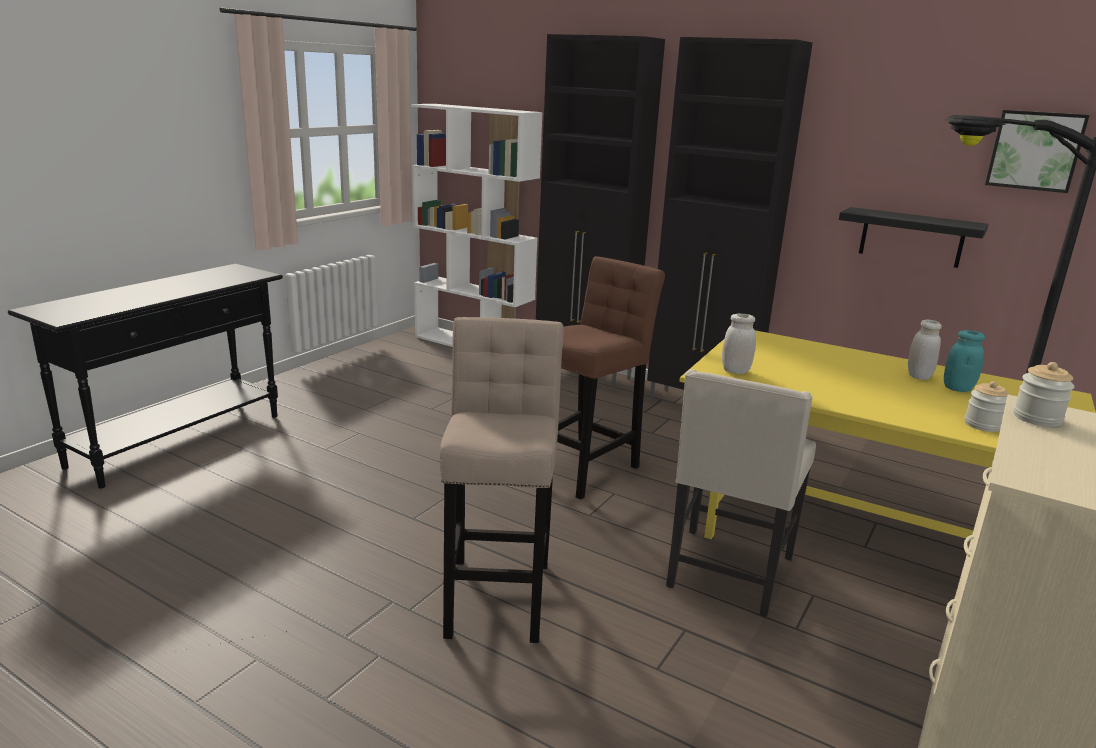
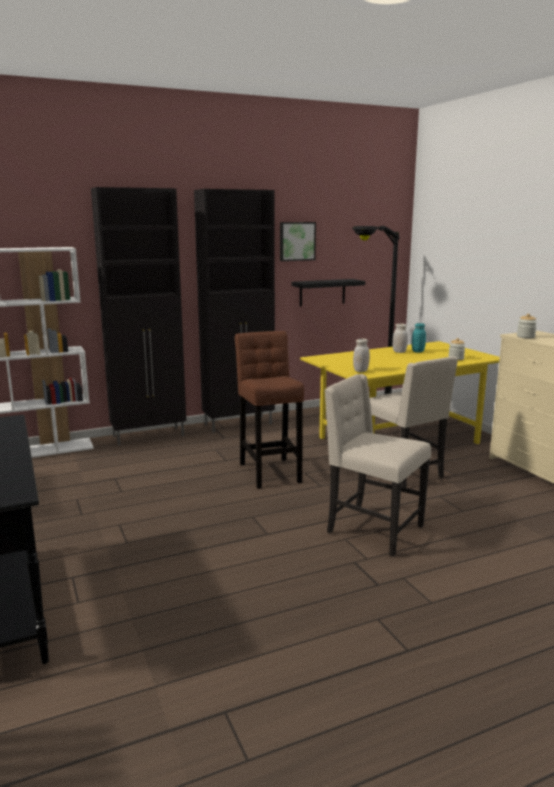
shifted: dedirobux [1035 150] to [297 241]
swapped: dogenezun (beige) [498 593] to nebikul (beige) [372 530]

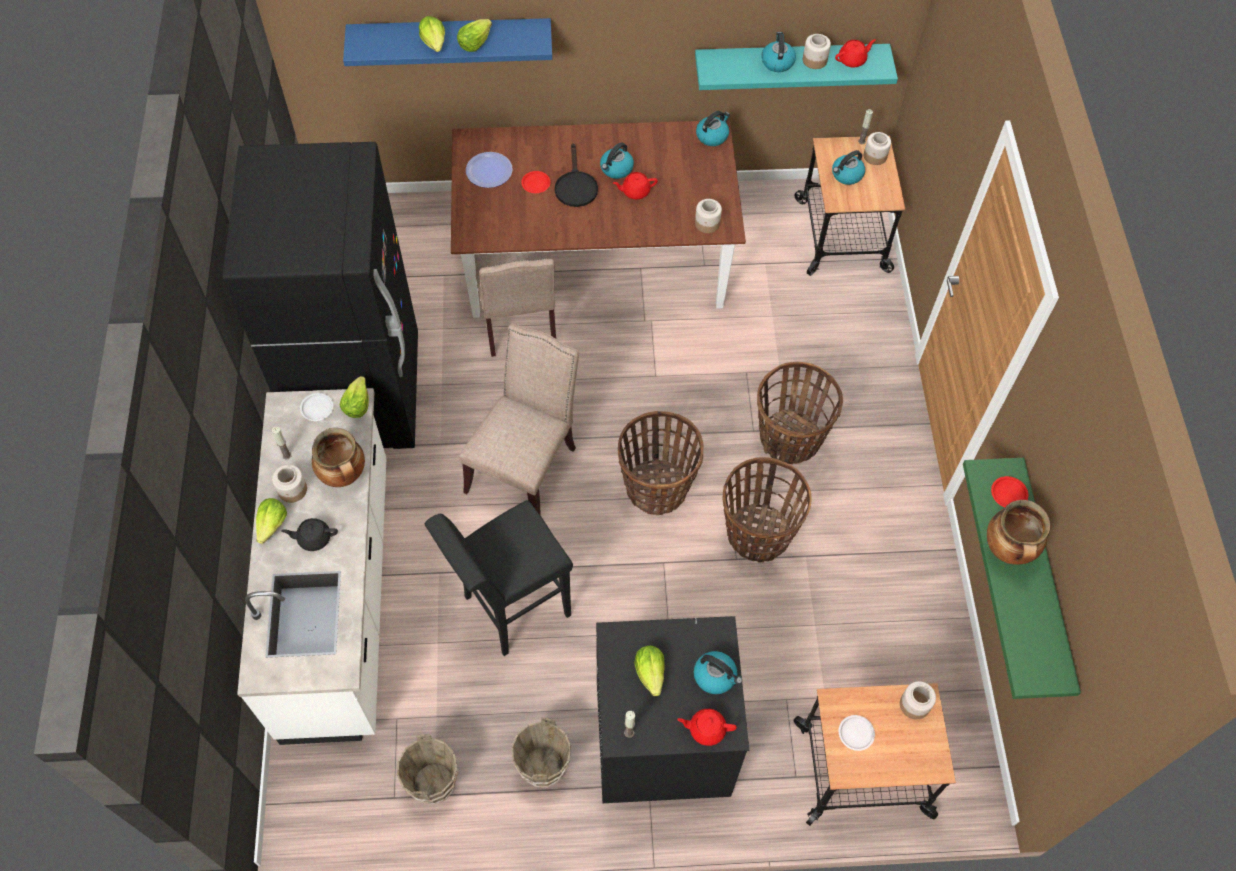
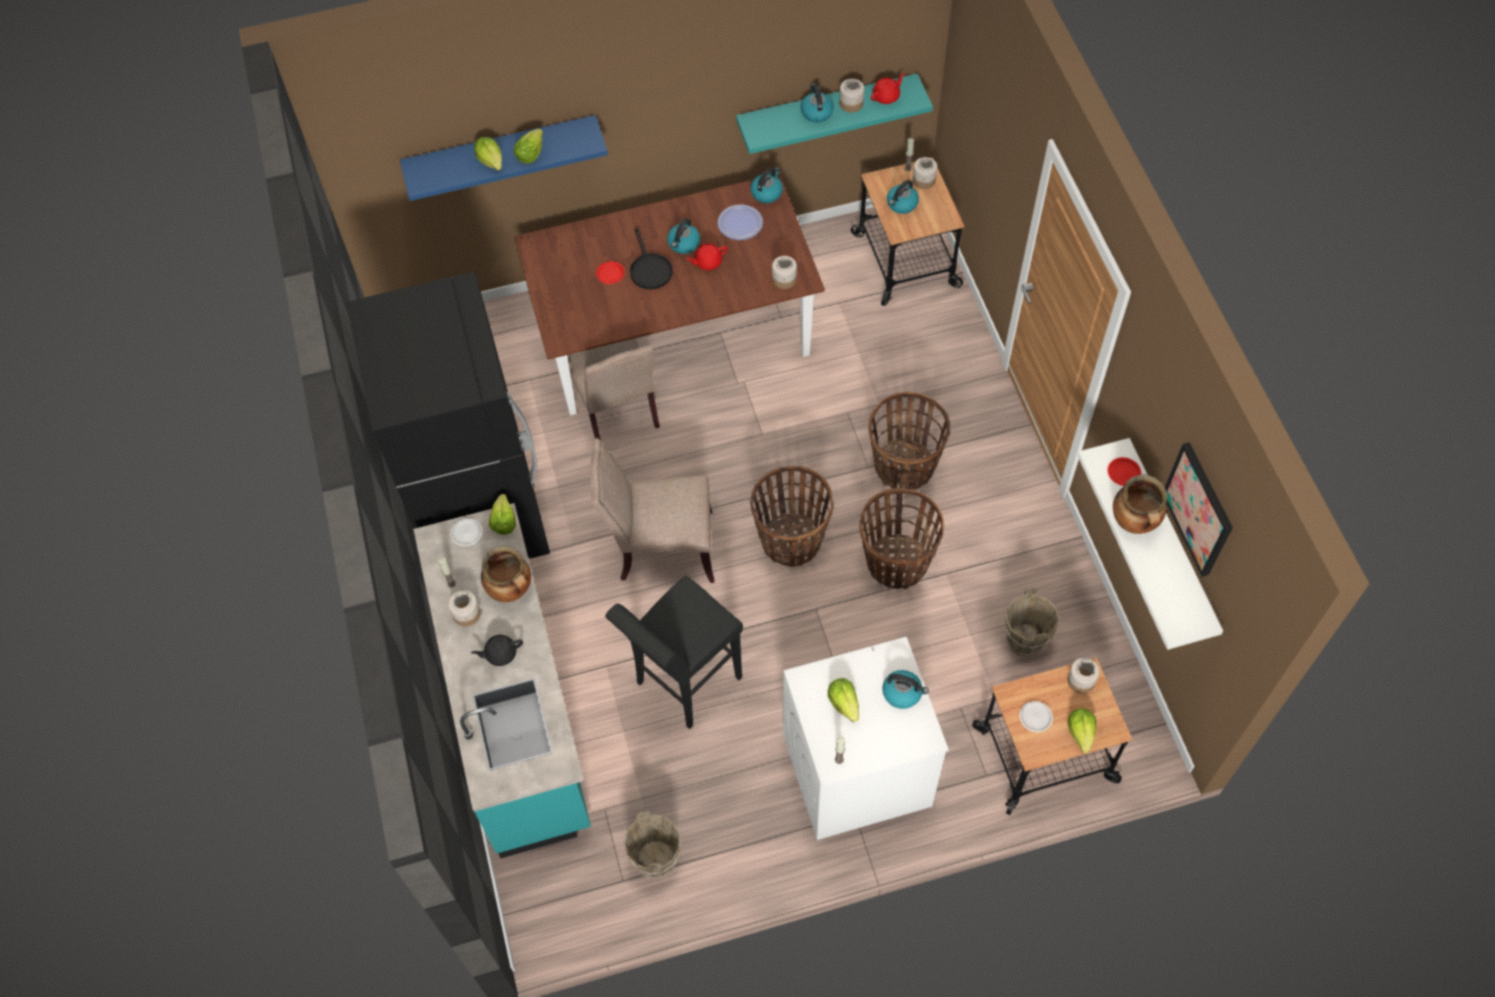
gone: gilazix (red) [706 729]
new: dedirobux [1199 509]
shifted: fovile [272 525] to [1081 733]; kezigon [489 171] to [740 223]; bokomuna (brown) [542 767] to [1024 640]
repainted: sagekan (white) [340 597] to sagekan (turquoise) [518 710]; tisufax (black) [661 740] to tisufax (white) [856 771]; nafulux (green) [1043 579] to nafulux (white) [1170 541]
rotated: nebikul (beige) [525 467] = [661 548] 105 degrees counterclockwise

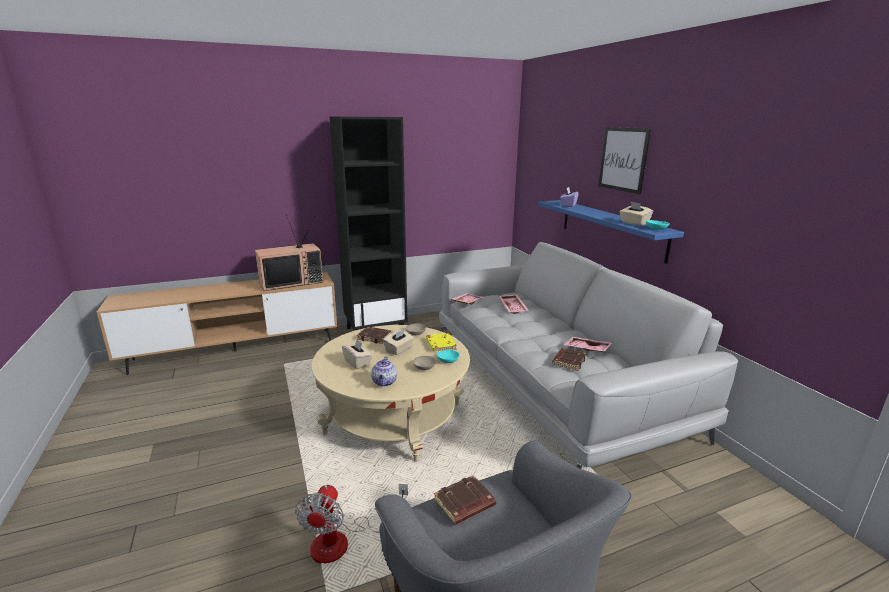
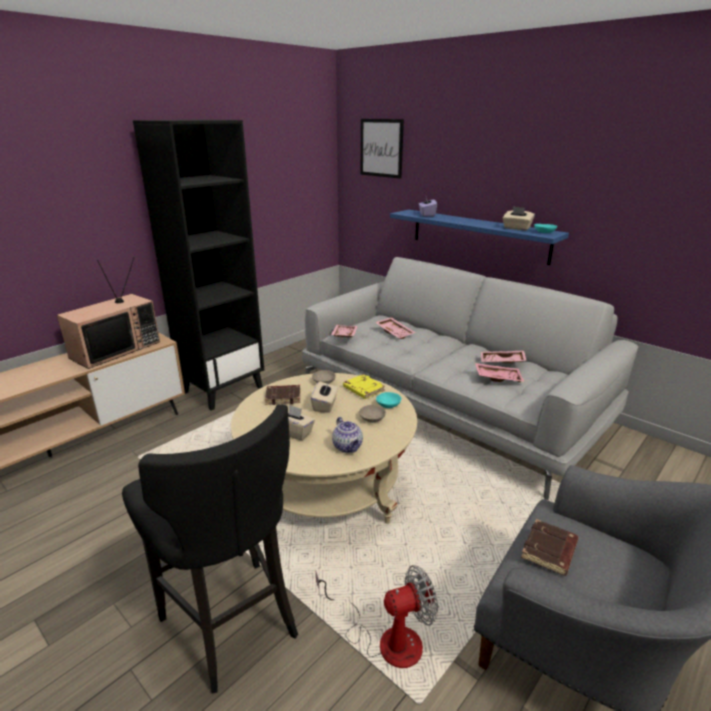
new: dogenezun (black) [230 621]
shifted: dedirobux [623 159] to [381 148]
swapped: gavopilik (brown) [568 361] to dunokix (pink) [498 377]
rotated: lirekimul [343 542] = [386 639] 90 degrees counterclockwise

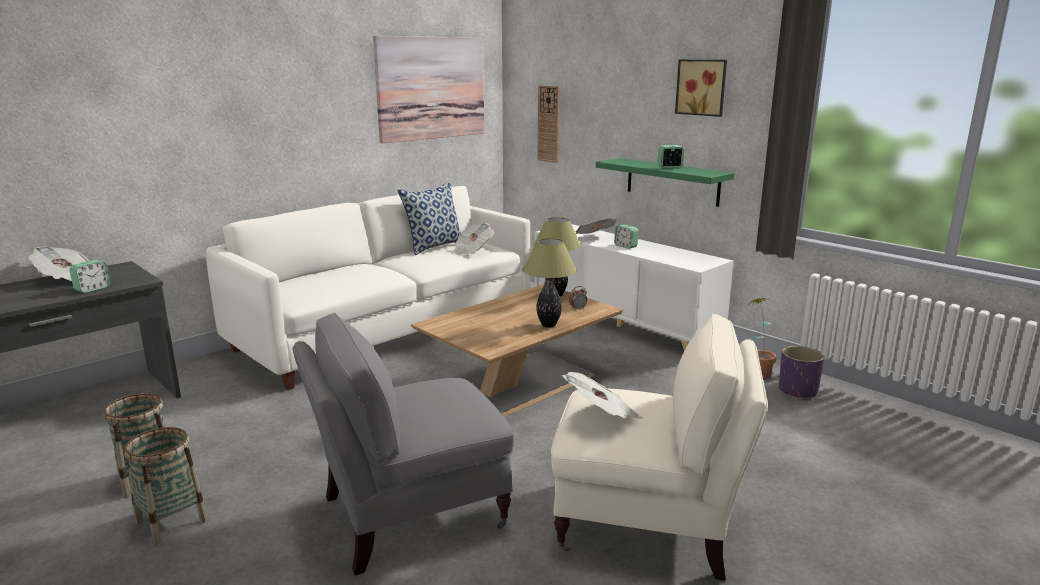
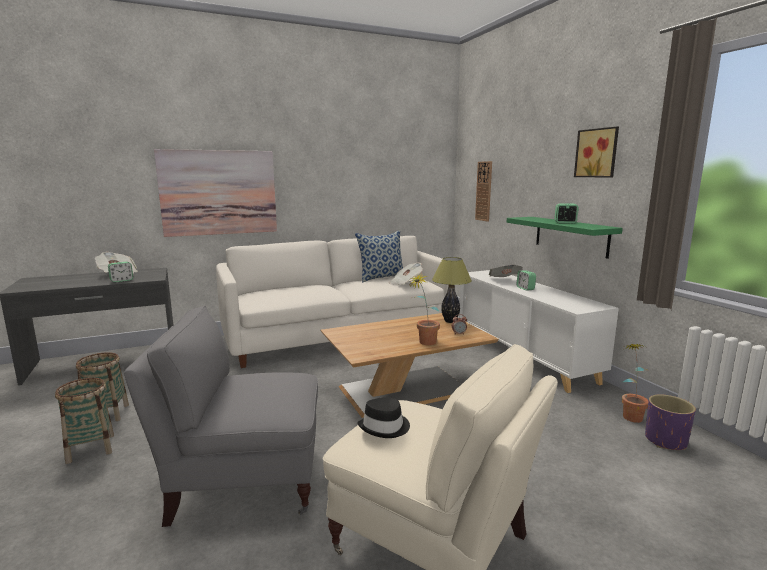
shifted: dedirobux [431 88] to [219 192]
swapped: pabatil [549 325] to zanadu [424 343]; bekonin [601 415] to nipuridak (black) [385 427]

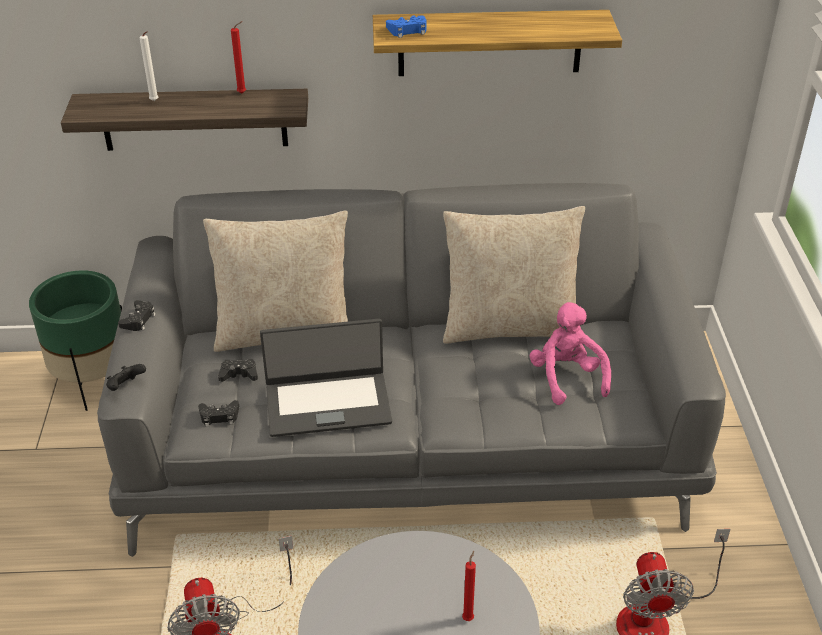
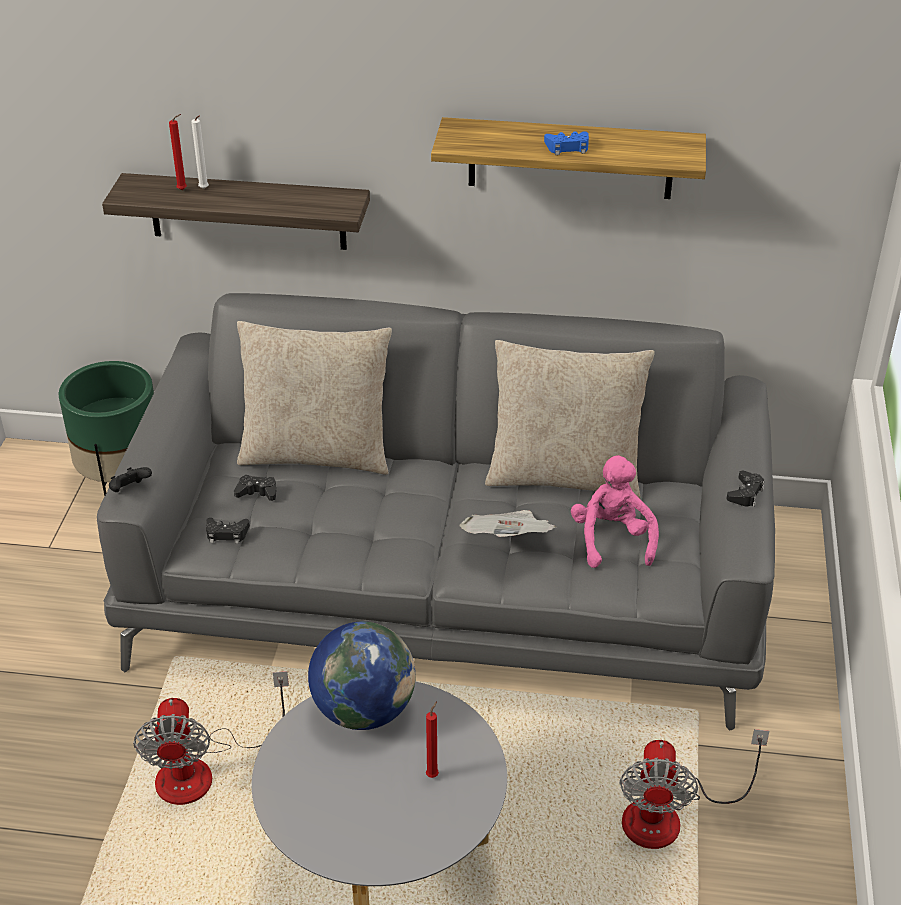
gone: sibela [328 403]
new: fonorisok [363 710]; bekonin [508 542]
shifted: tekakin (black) [138 320] to [745 493]; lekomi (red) [243 93] to [183 190]; tekakin (blue) [408 30] to [567 147]

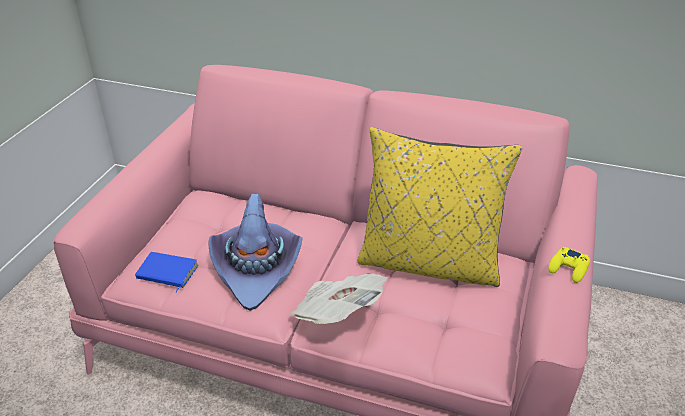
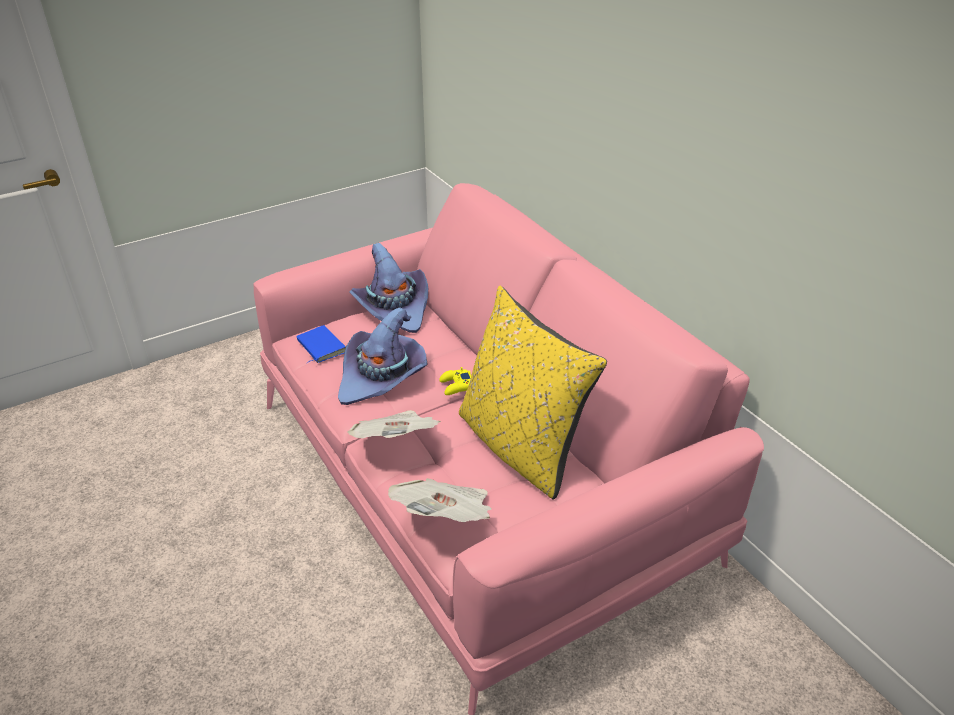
new: nipuridak (purple) [393 307]; bekonin [446 518]
shifted: tekakin (yellow) [568 268] to [456 386]

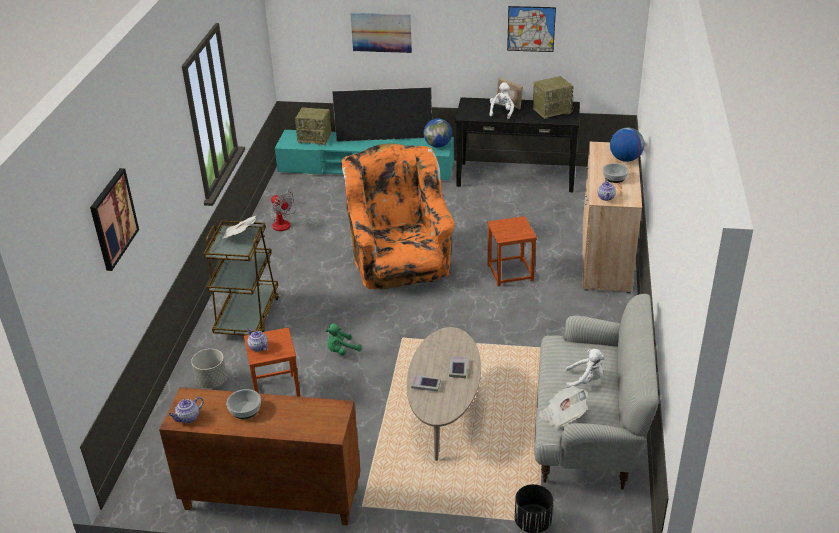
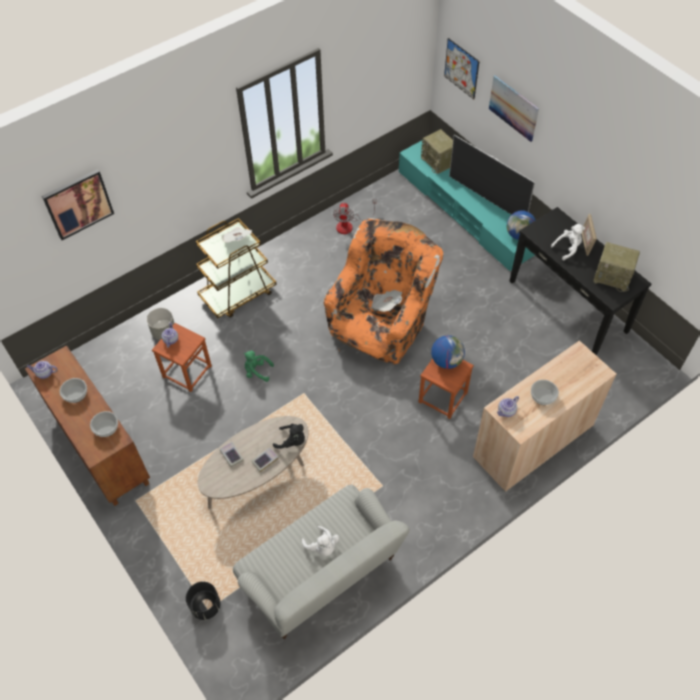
new: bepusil [106 427]; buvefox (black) [292 441]
shifted: dedirobux [531 29] to [461 68]; bekonin [562 416] to [385 305]; fonorisok [625 159] to [446 361]

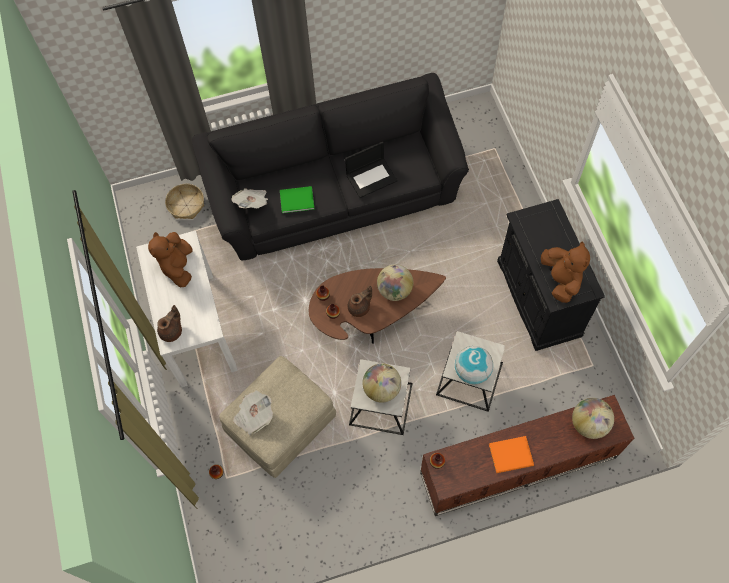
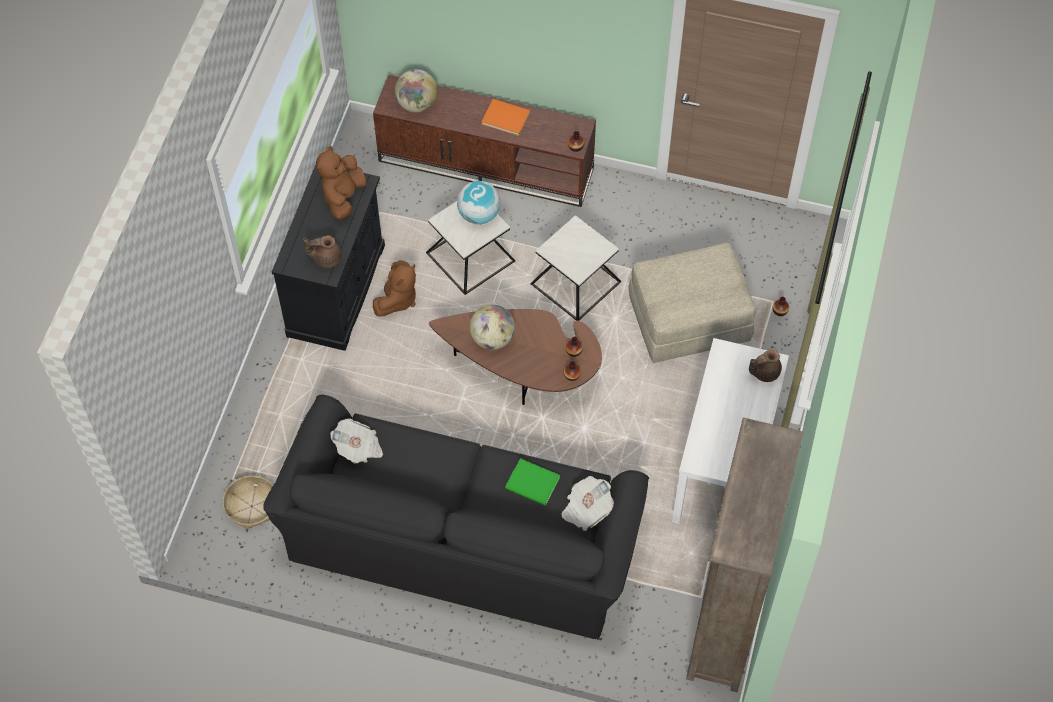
gone: sibela [371 177]; fonorisok [381 389]
new: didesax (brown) [725 625]
shifted: buvefox (brown) [178 266] to [397 299]; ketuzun [186 205] to [252 506]; bekonin [254 416] to [358 448]; gilazix (brown) [360 307] to [326 258]

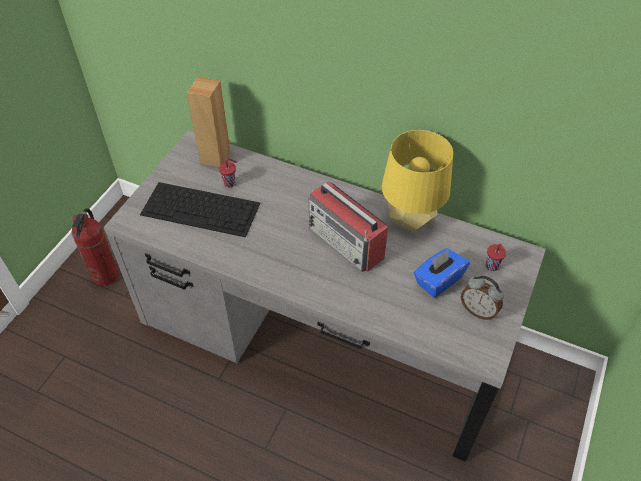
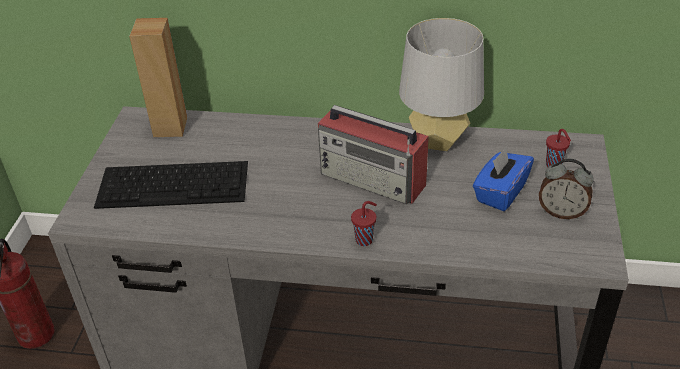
shifted: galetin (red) [230 183] to [365 240]
repainted: pabatil (yellow) [410 220] to pabatil (grey) [438 140]

